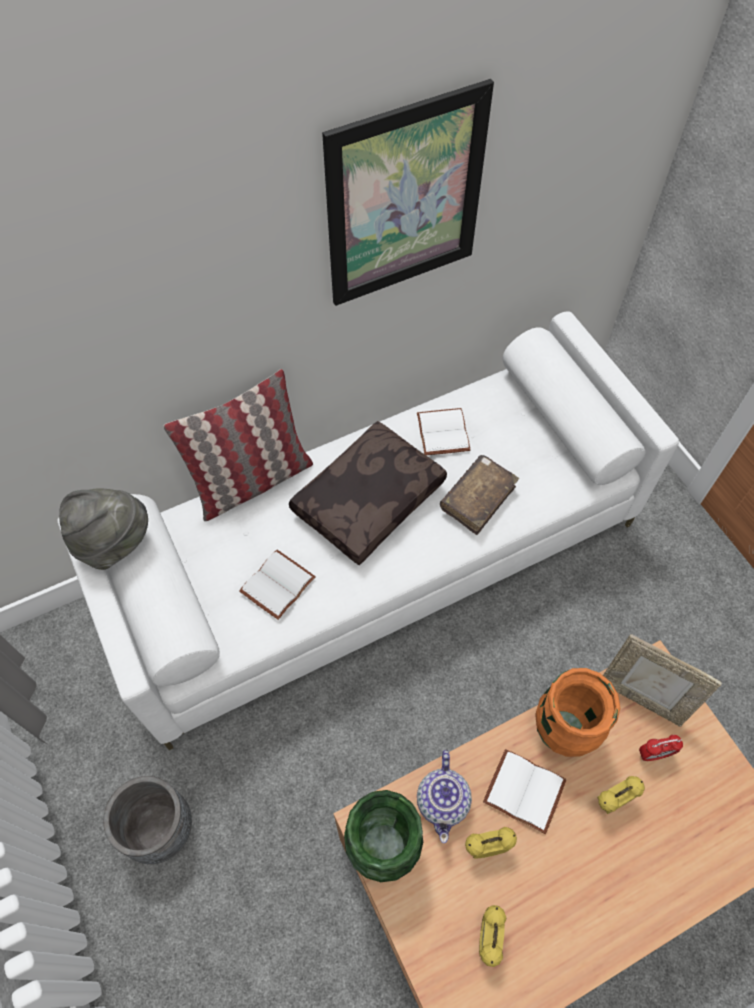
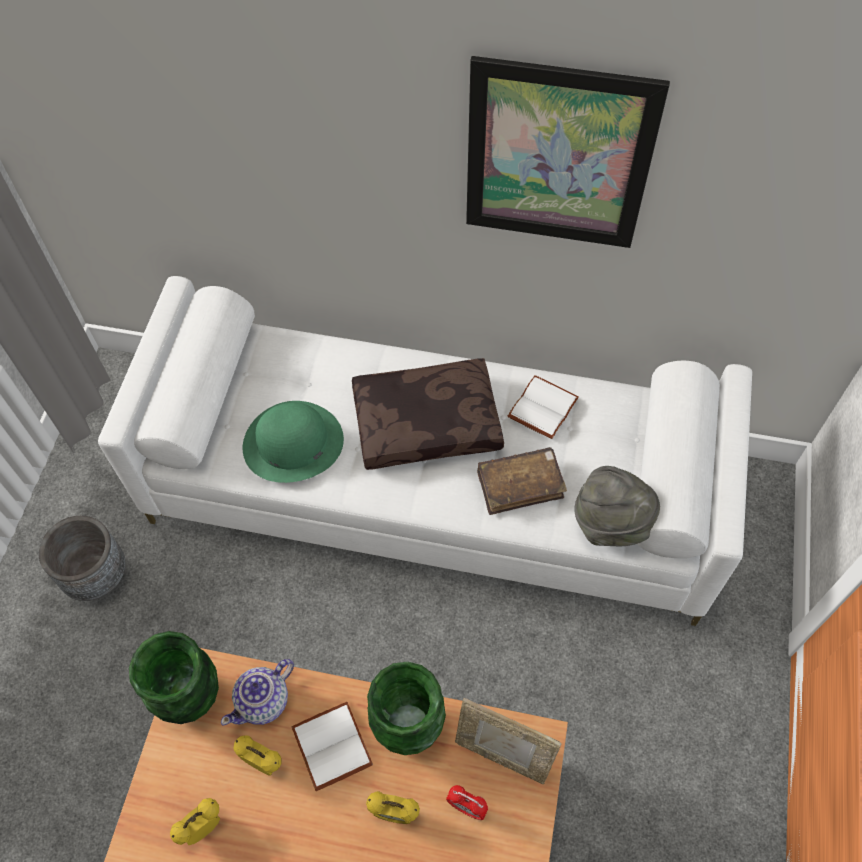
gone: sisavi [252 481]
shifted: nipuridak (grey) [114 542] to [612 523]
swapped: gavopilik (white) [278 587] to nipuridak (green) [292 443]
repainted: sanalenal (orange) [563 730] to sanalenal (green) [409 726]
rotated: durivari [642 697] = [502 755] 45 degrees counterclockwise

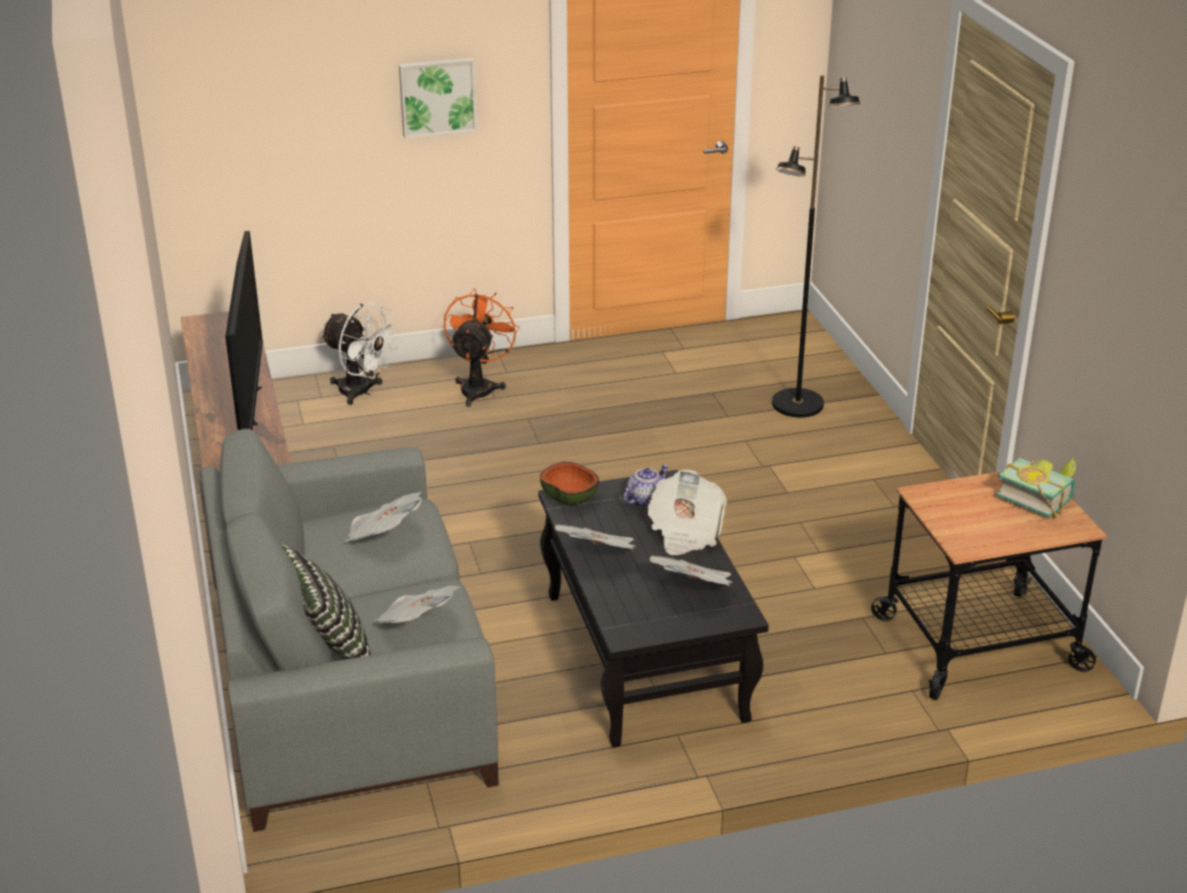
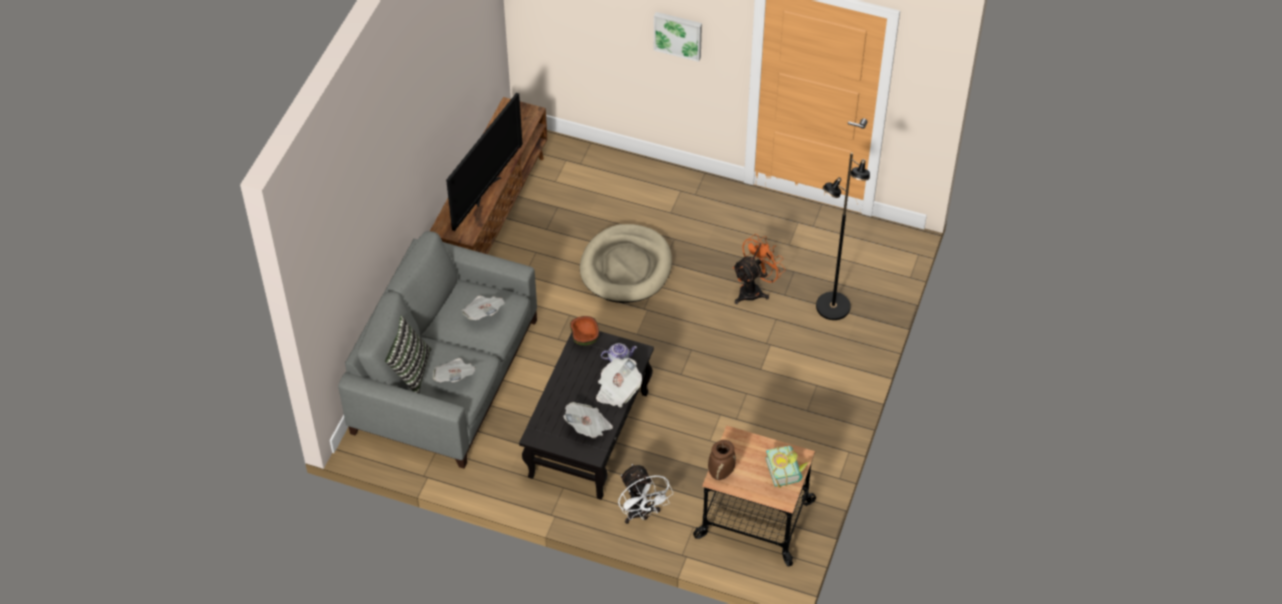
gone: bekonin [599 555]
new: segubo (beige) [626 267]; sanalenal (brown) [721 473]
shifted: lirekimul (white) [362 392] to [641 514]; lirekimul (orange) [479 387] to [754 290]

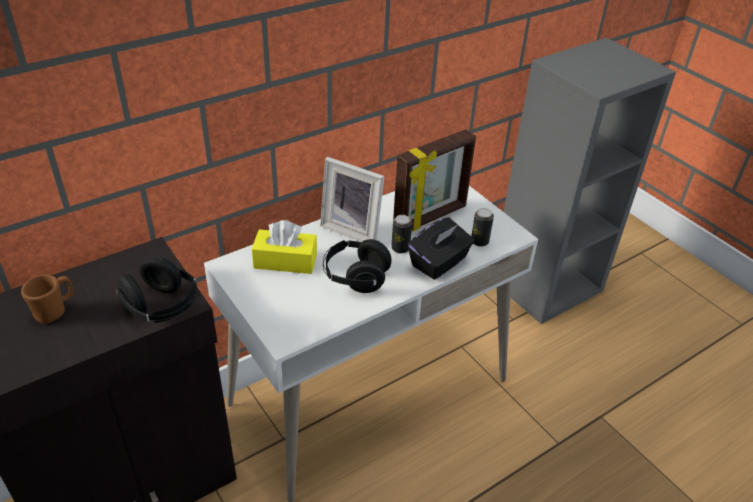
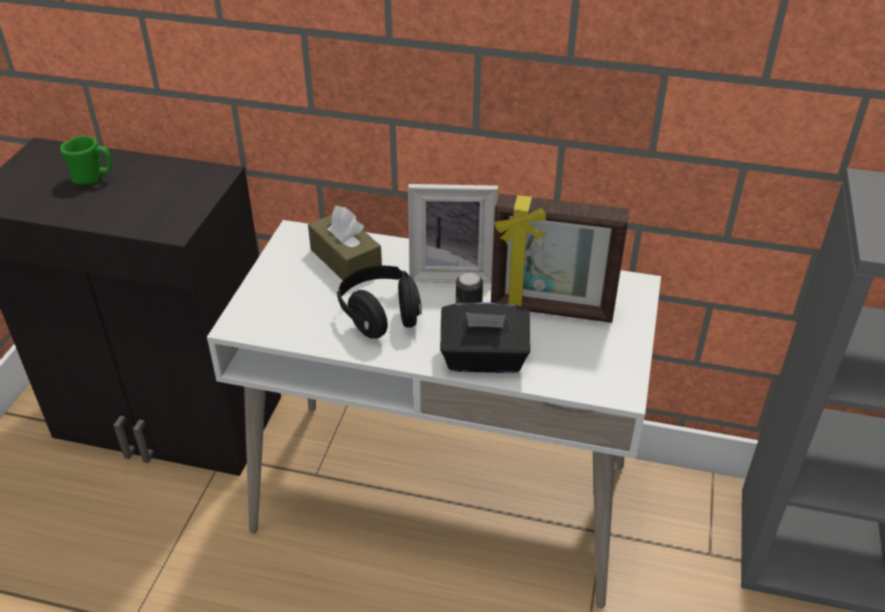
gone: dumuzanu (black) [162 307]; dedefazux [479 241]
repainted: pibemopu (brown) [55 311] to pibemopu (green) [93 178]; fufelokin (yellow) [285 261] to fufelokin (brown) [346 260]
rotated: durivari [353 229] = [452 271] 75 degrees counterclockwise

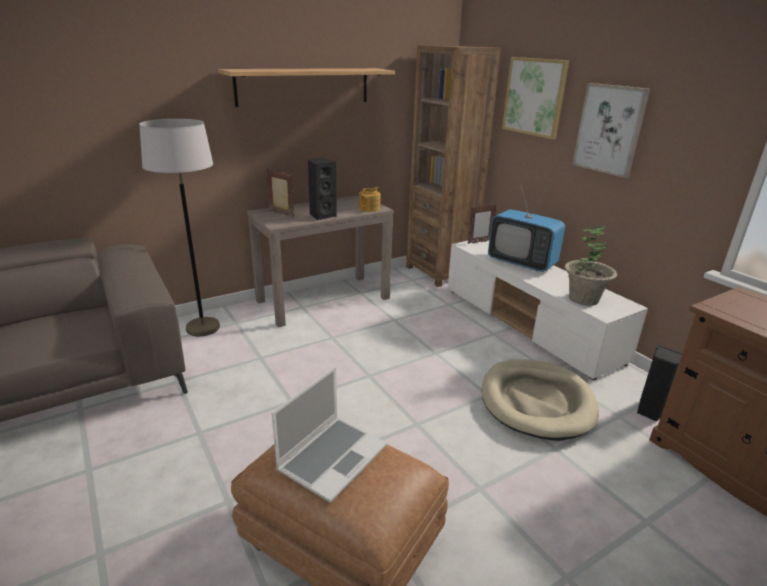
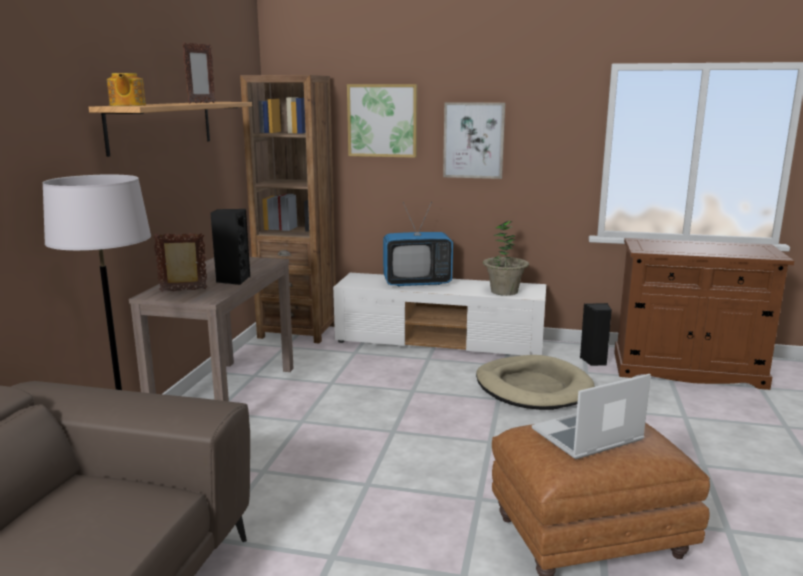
shifted: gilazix [369 208] to [127 105]; durivari [479 242] to [201 103]
rotated: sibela [332 457] = [587 436] 105 degrees counterclockwise

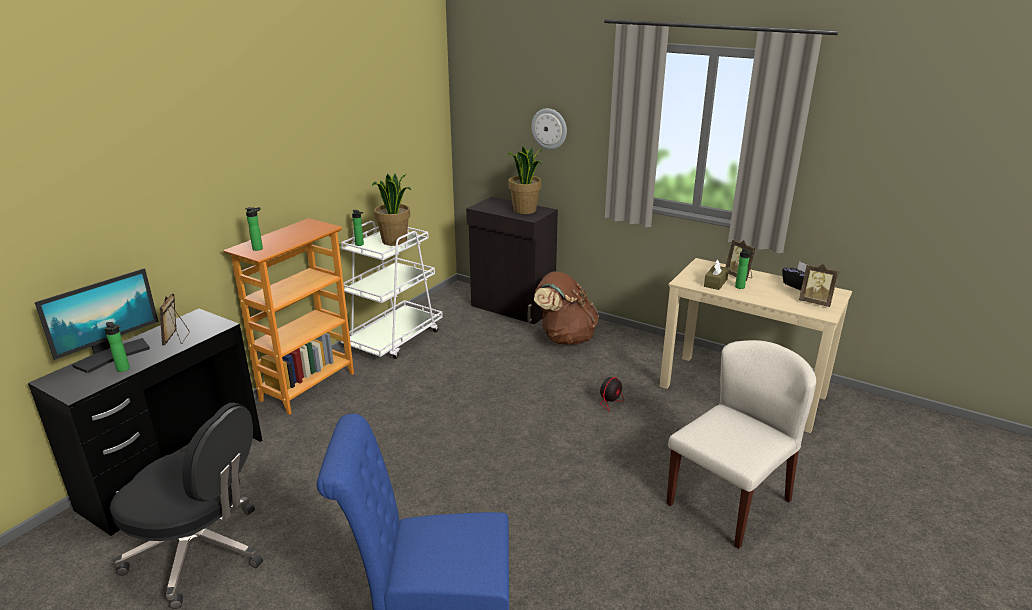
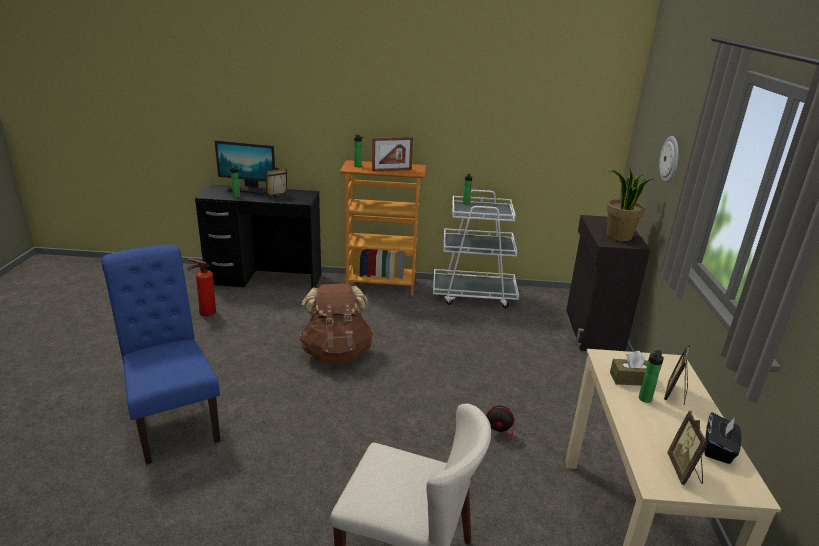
gone: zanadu [395 241]
new: durivari [391 170]
shifted: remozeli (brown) [565 338] to [337 353]
swapped: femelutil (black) [200 553] to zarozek [205 314]

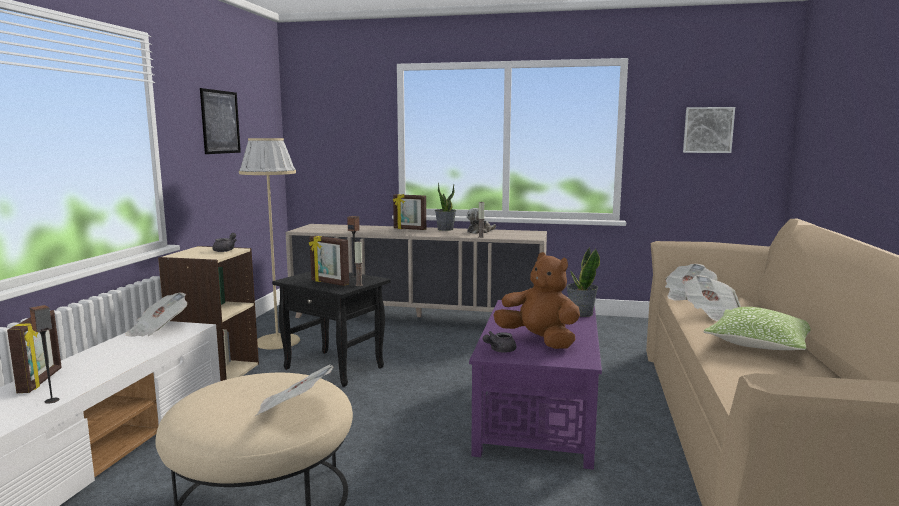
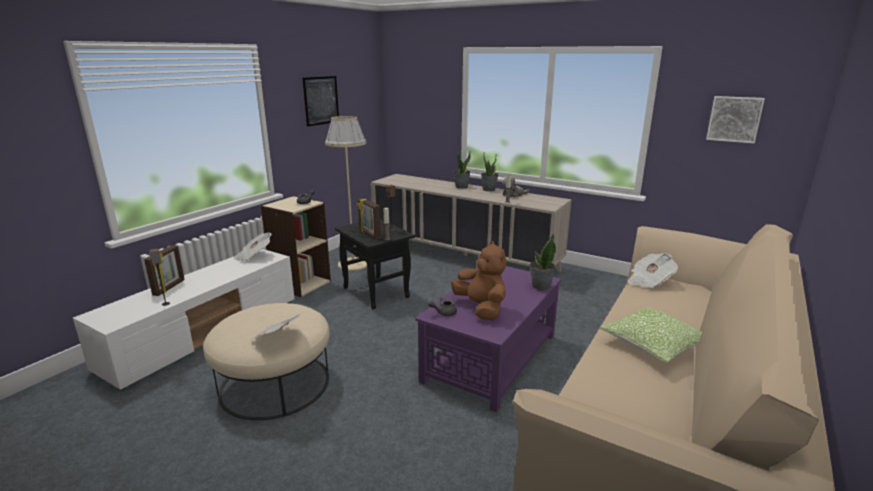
gone: bekonin [711 313]
swapped: durivari [409 229] to zanadu [461 187]

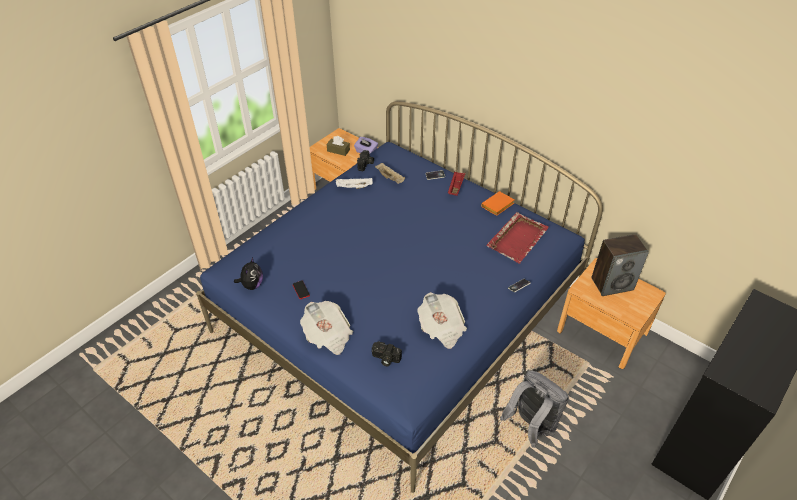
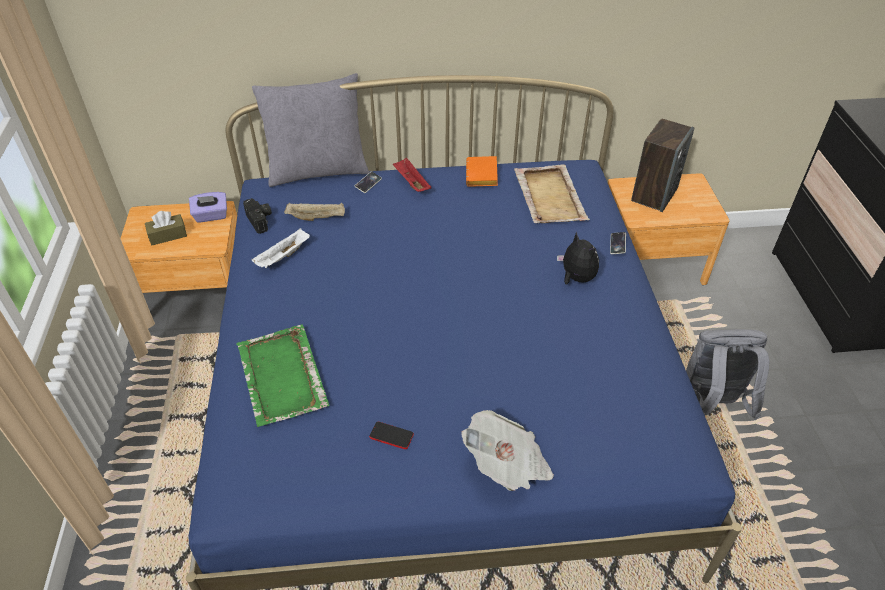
gone: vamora [385 359]; bekonin [441 328]
new: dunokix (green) [282 377]; sisavi (grey) [318 170]
shifted: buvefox [252 285] to [576 278]
repainted: dunokix (red) [518 238] to dunokix (beige) [549 196]

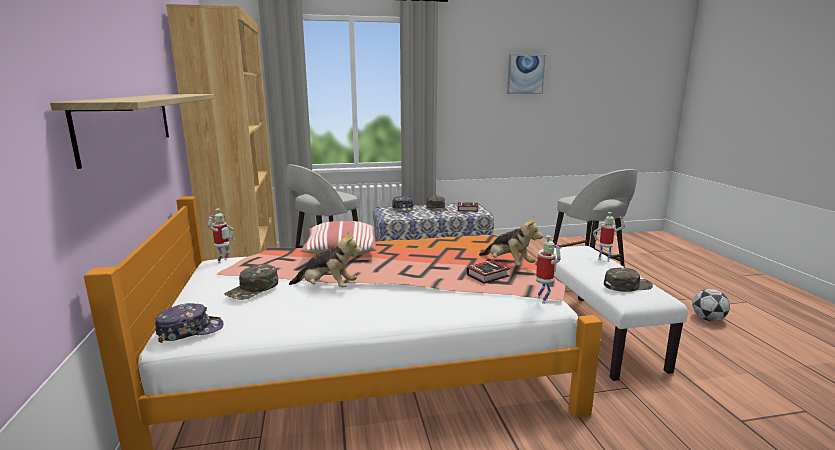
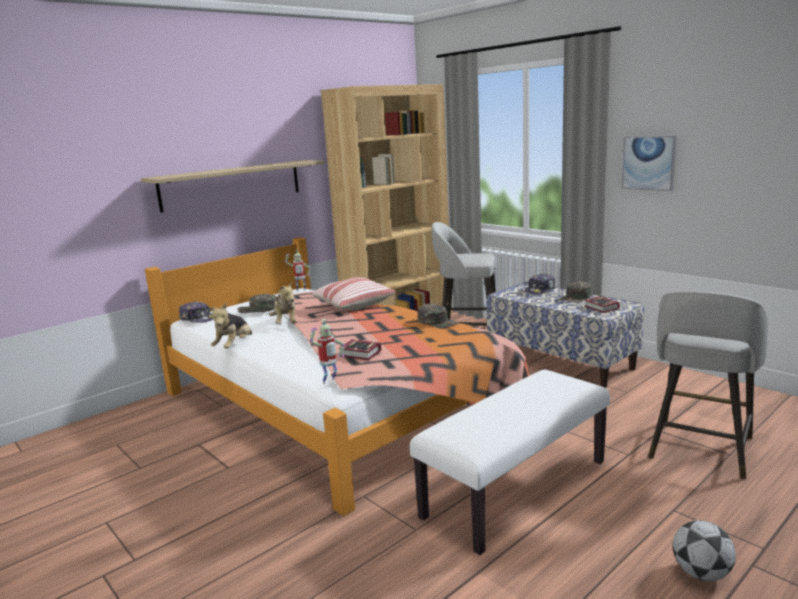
gone: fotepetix [604 260]
shifted: buvefox [508 264] to [234 346]; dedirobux [525 74] to [648 163]; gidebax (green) [627 285] to [438 322]

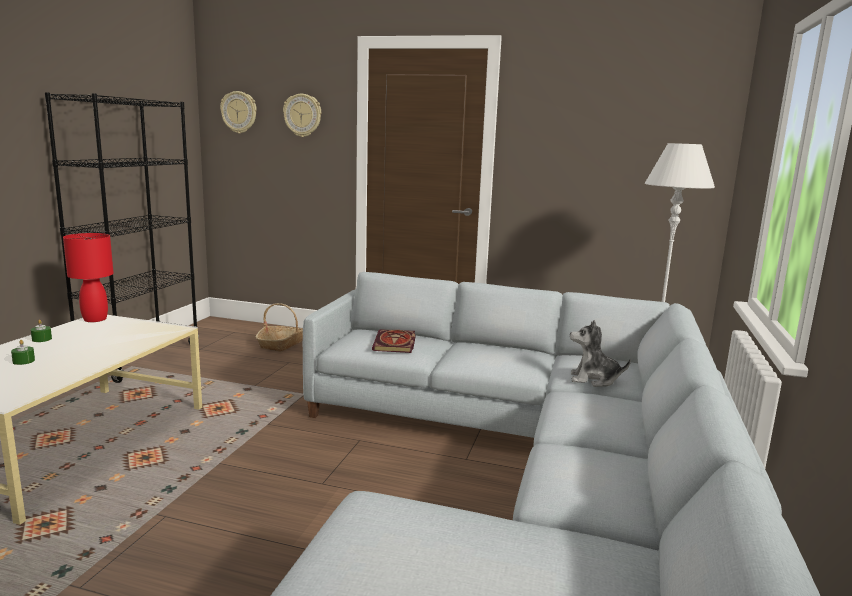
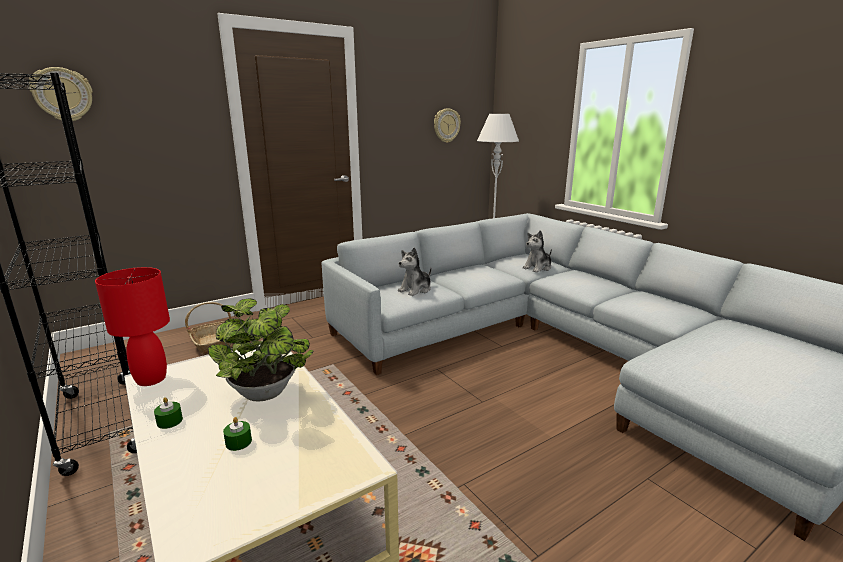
new: zanadu [266 395]
shifted: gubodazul [302 115] to [446 125]
swapped: gavopilik [395 344] to buvefox [416 290]

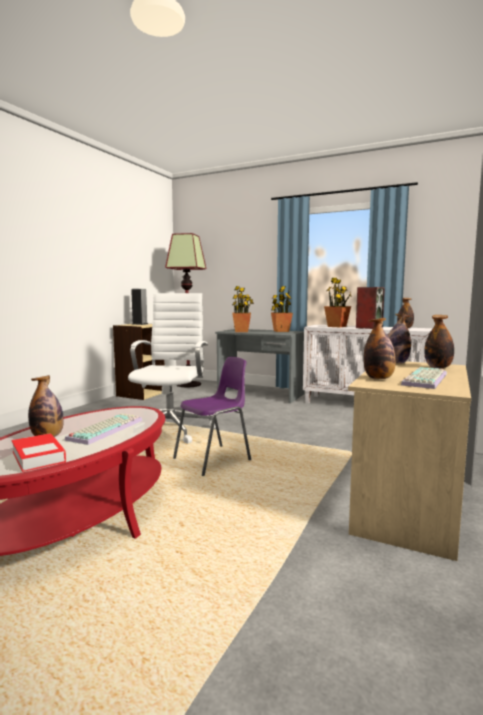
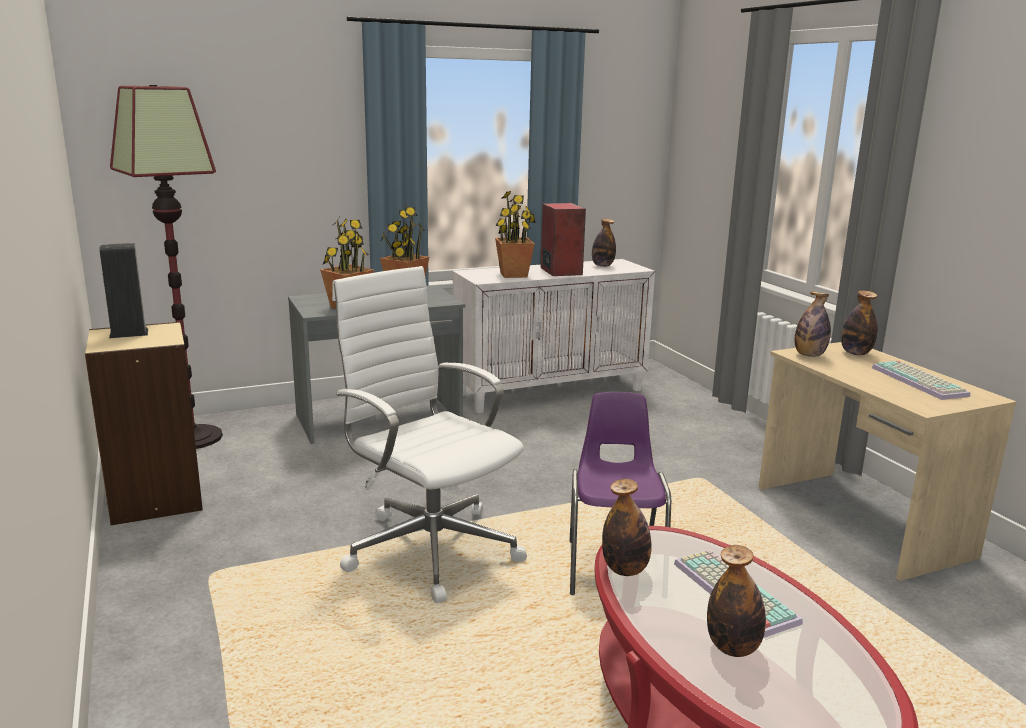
gone: gavopilik [38 457]
shifted: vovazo [378 378] to [625 570]

